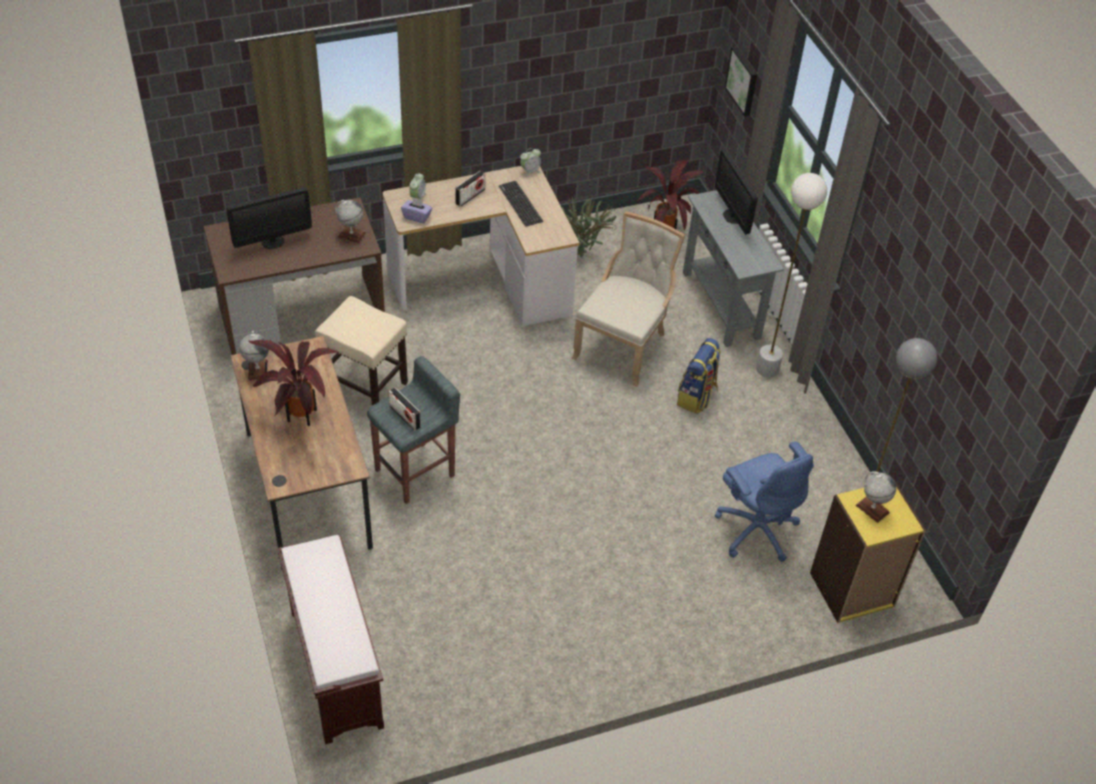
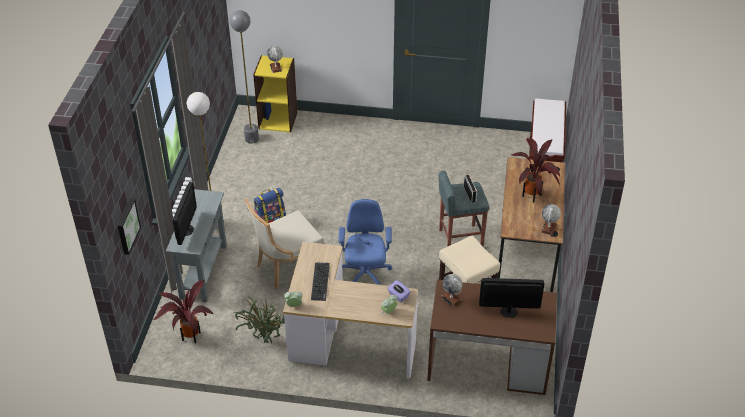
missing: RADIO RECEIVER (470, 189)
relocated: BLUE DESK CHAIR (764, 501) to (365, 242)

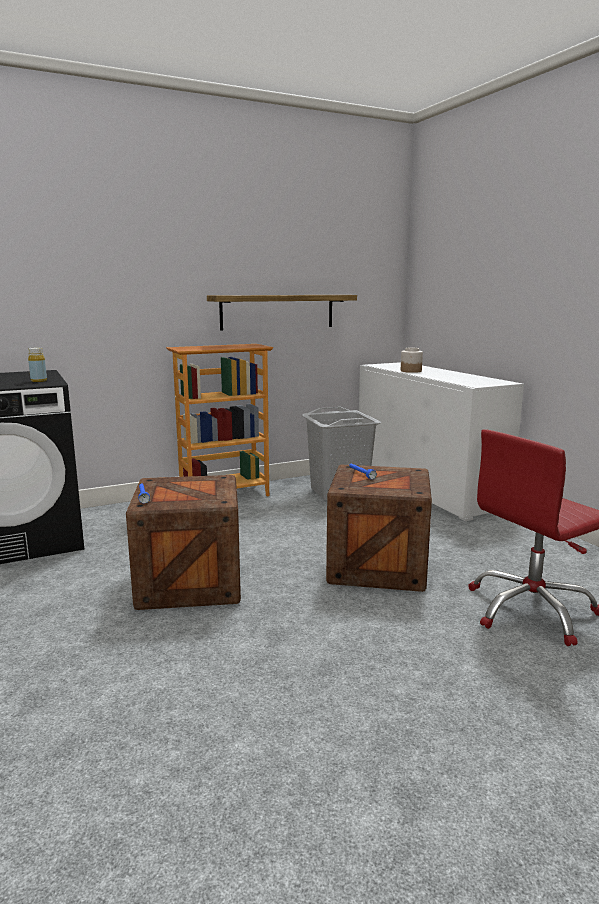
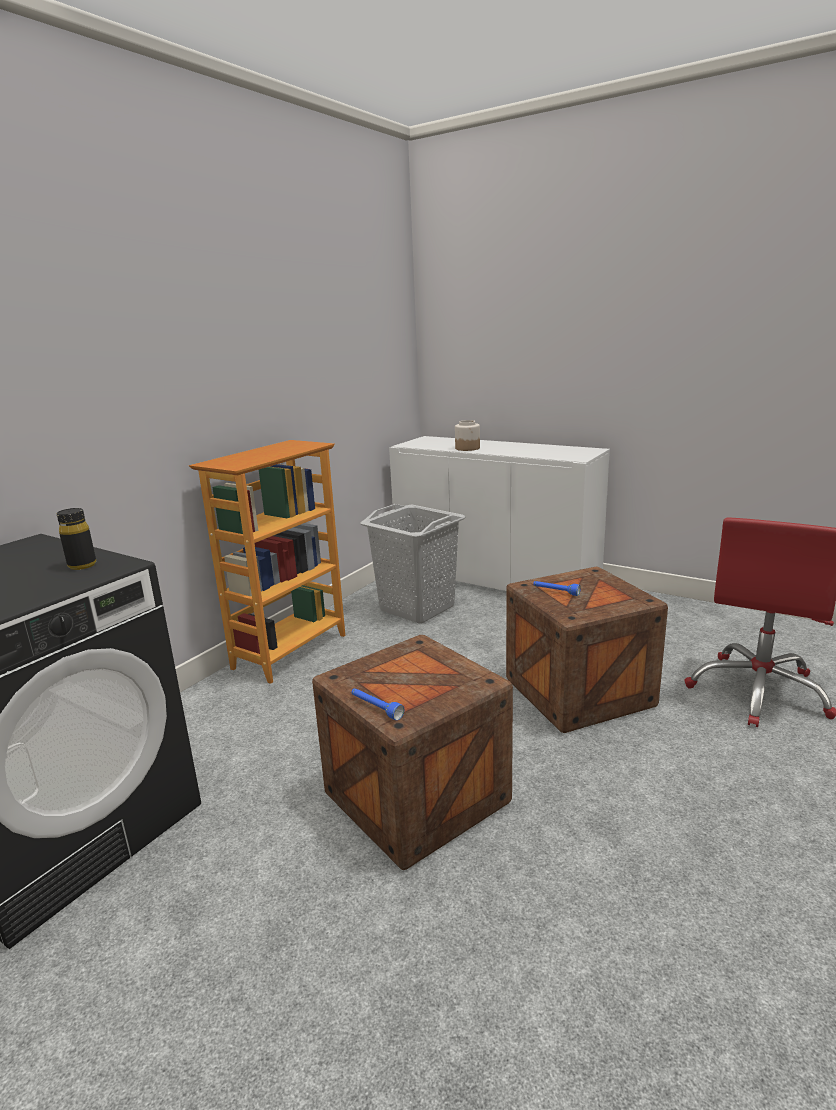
missing: SHELF (282, 312)
colour: YELLOW-COLOURED DRINK BOTTLE (37, 364) to BLACK-COLOURED DRINK BOTTLE (76, 539)

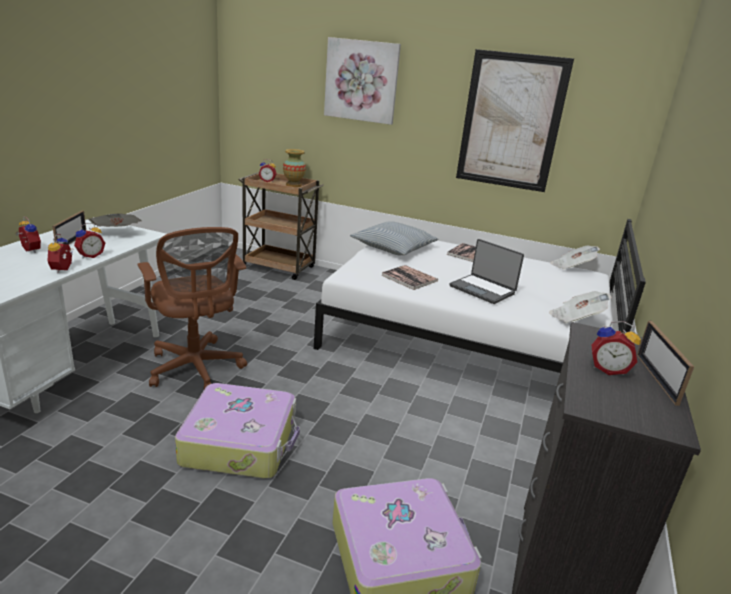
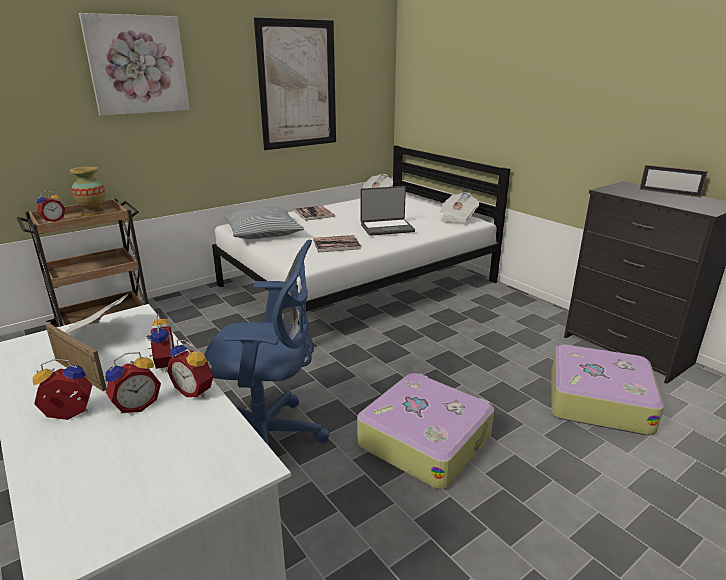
relocated: BEDSIDE CLOCK (616, 348) to (133, 383)
colour: BROWN DESK CHAIR (192, 308) to BLUE DESK CHAIR (267, 342)

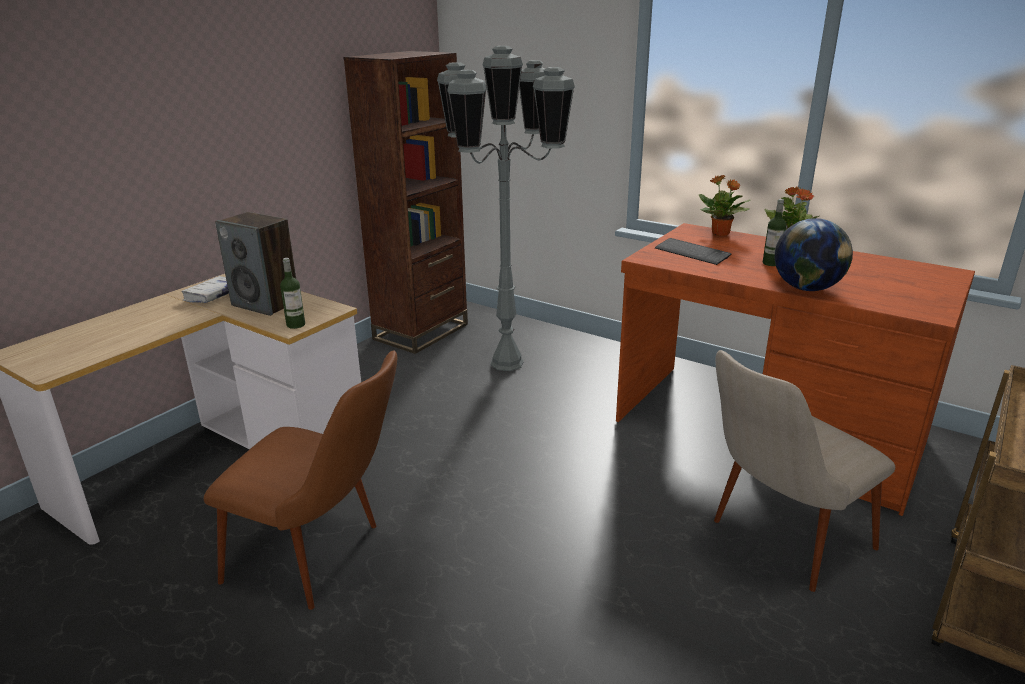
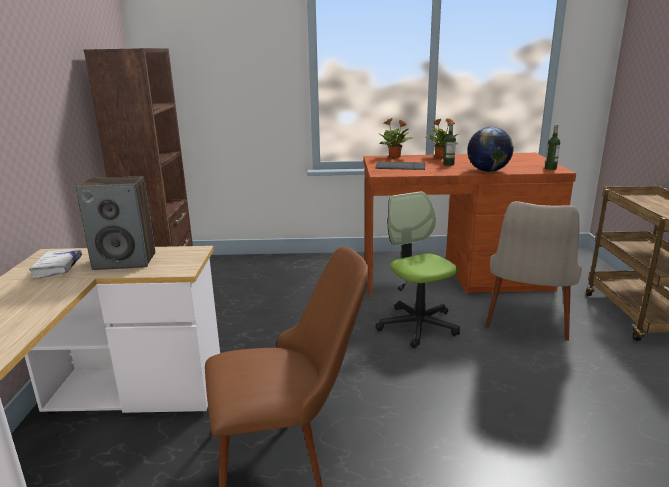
missing: GRAY STANDING LAMP (506, 208)
appeared: DESK CHAIR (417, 269)
relocated: DRINK BOTTLE (292, 293) to (552, 147)

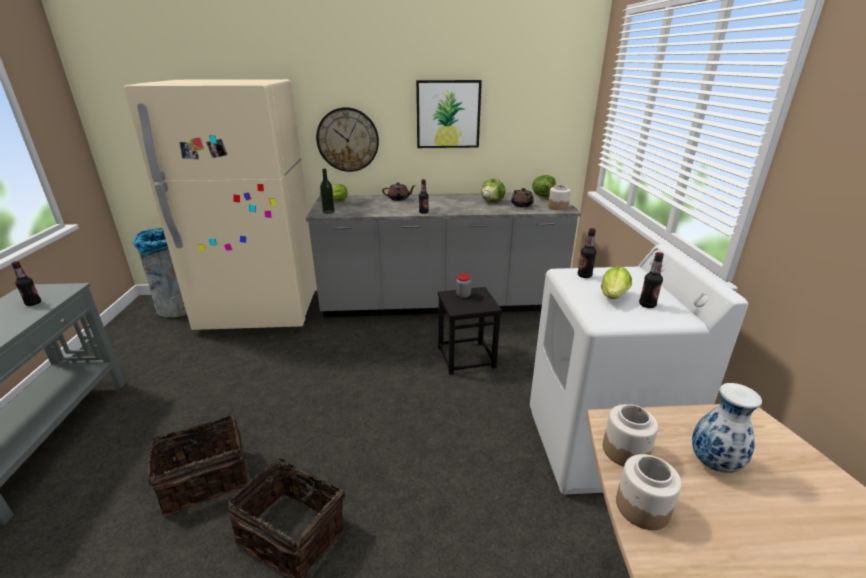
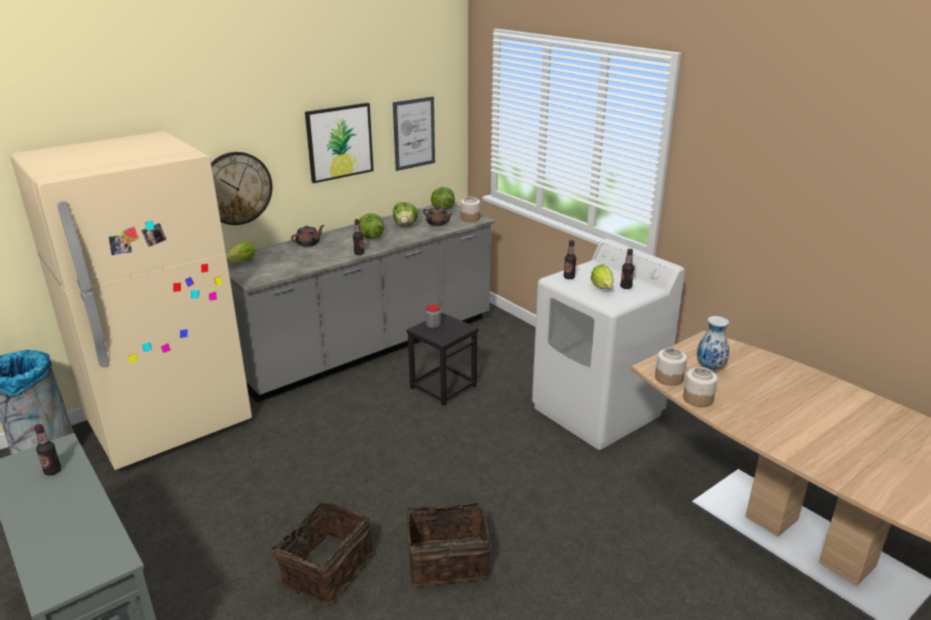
missing: DRINK BOTTLE (327, 191)
appeared: WALL PICTURE (414, 133); LETTUCE HEAD (371, 226)

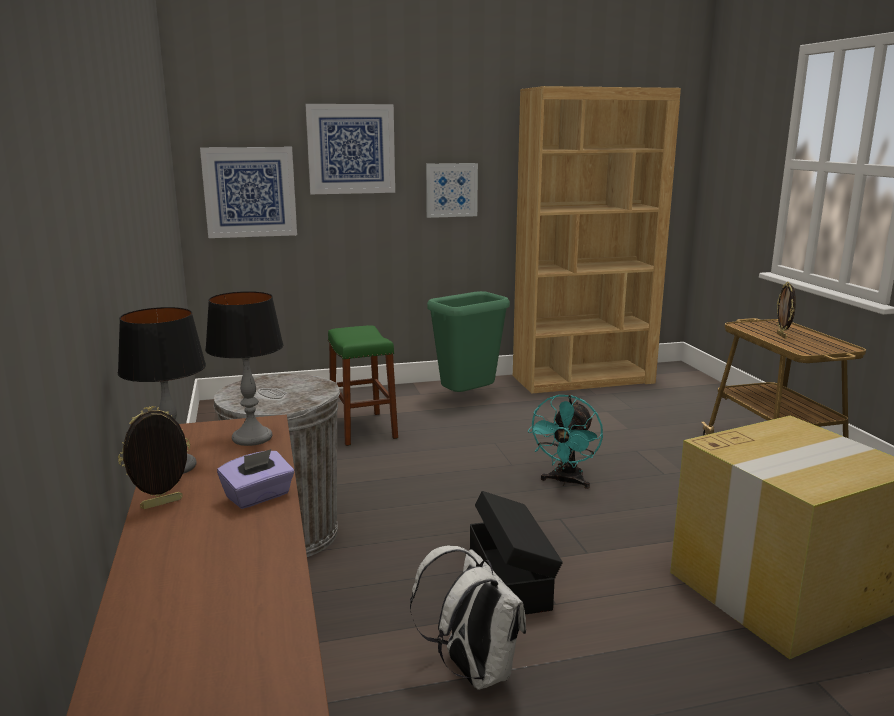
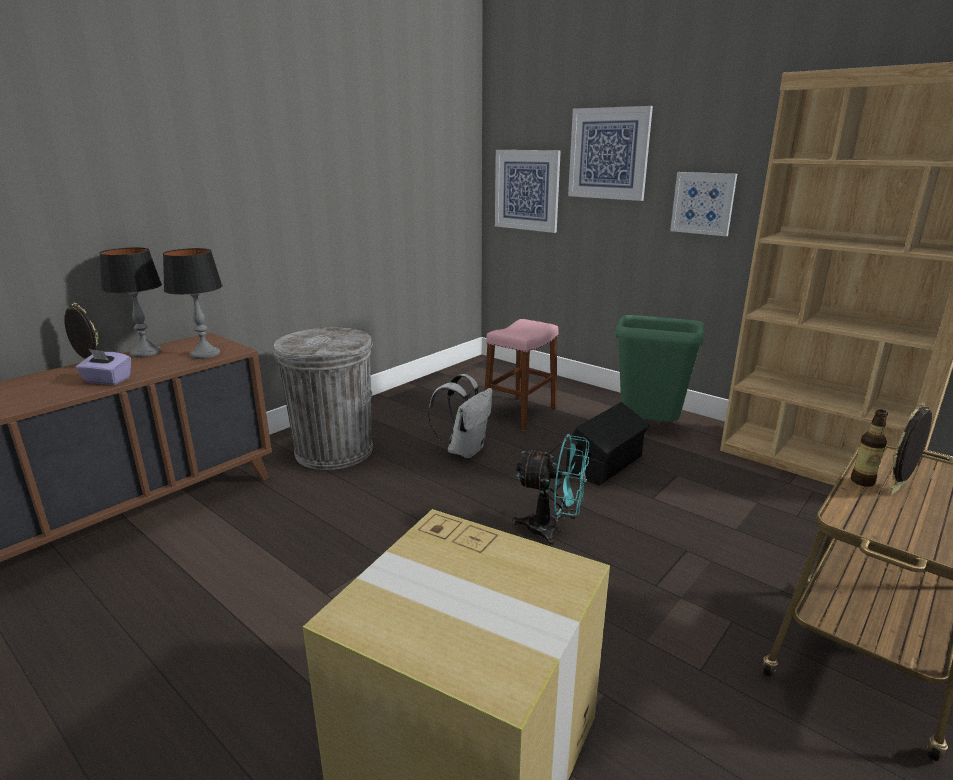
appeared: DRINK BOTTLE (869, 448)
relocated: BLACK-COLOURED STORAGE BOX (516, 552) to (608, 444); WHITE-COLOURED BACKPACK (468, 617) to (460, 416)
colour: GREEN-COLOURED SITTING STOOL (363, 385) to PINKISH SITTING STOOL (521, 375)
spun: TURQUOISE-COLOURED COOLING FAN (565, 441) = (550, 490) 150 degrees counterclockwise

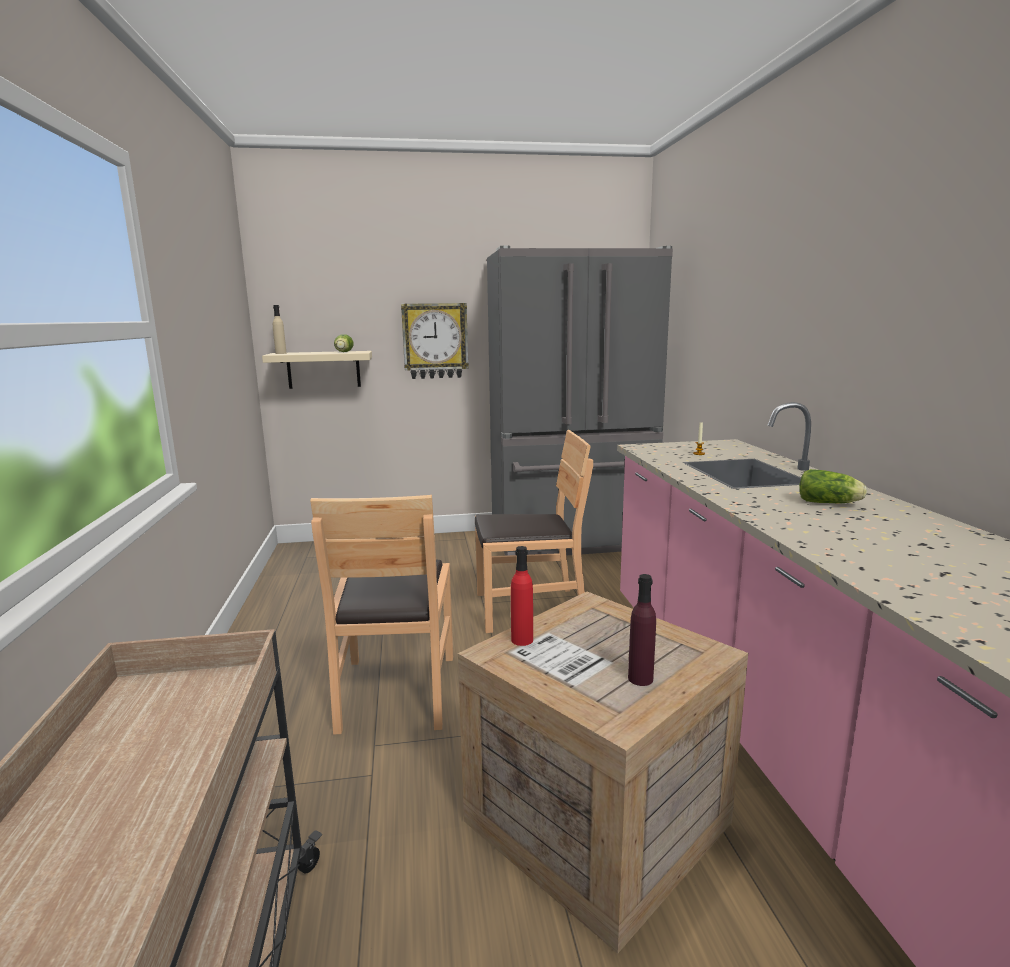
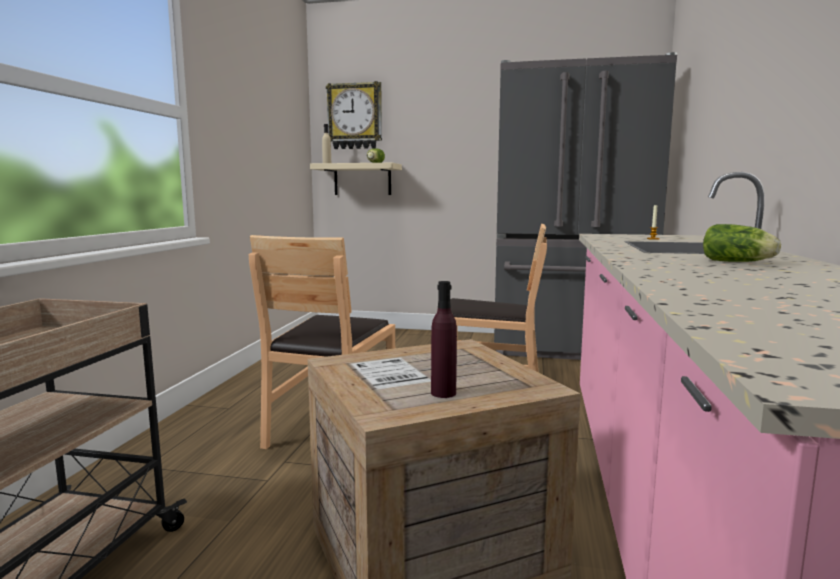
missing: REDDISH DRINK BOTTLE (522, 596)
relocated: CLOCK ON THE WALL (435, 341) to (354, 115)

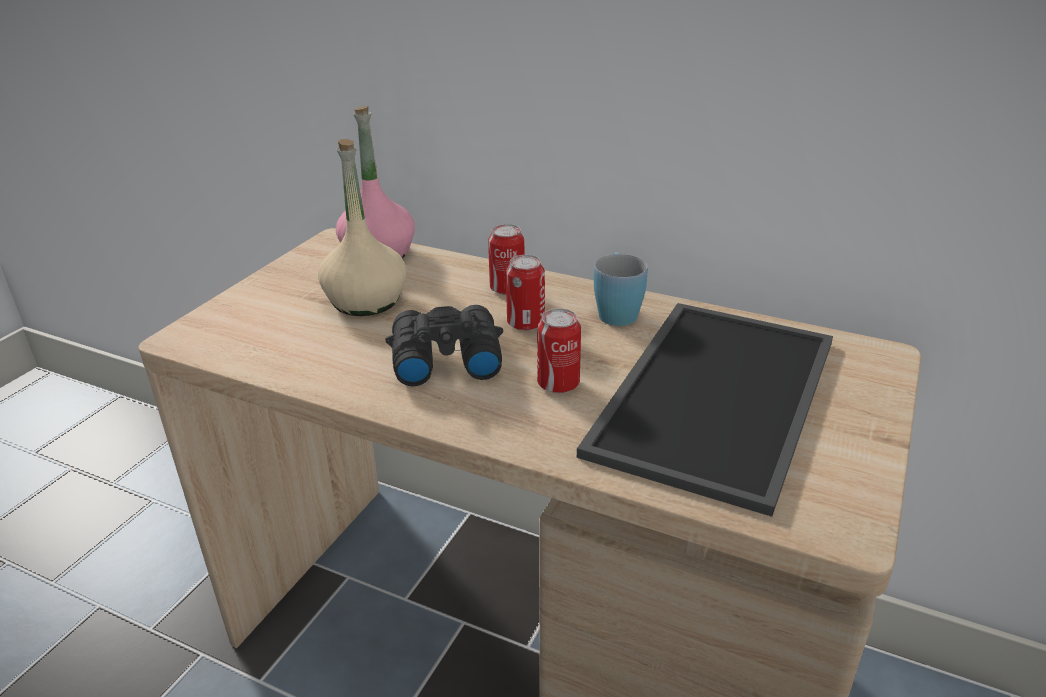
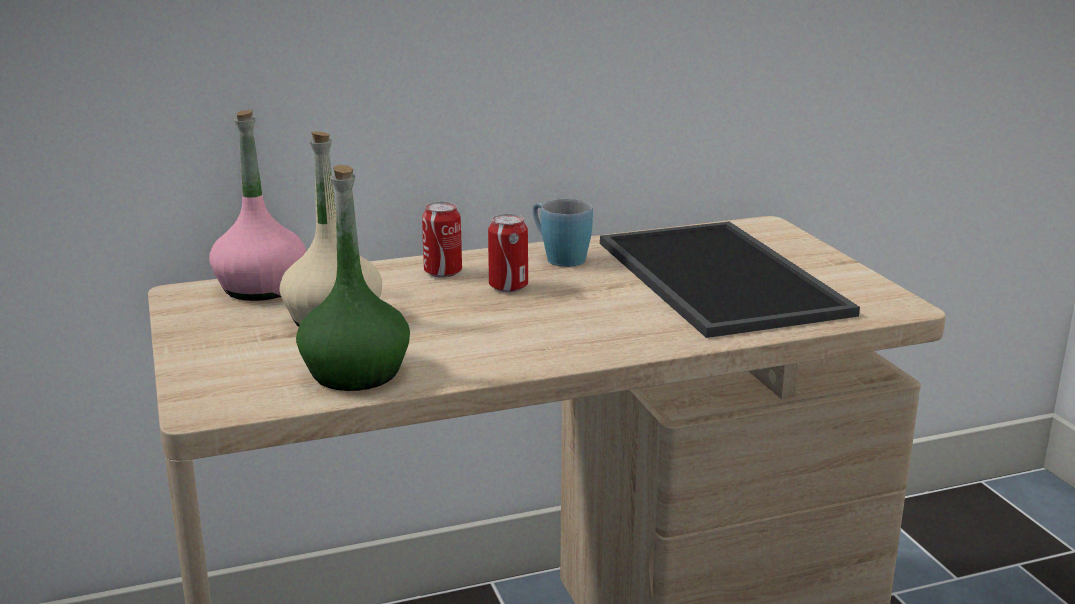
missing: BLACK-COLOURED PAIR OF BINOCULARS (444, 345); SEALED CAN (559, 350)
appeared: GREEN-COLOURED DRINK BOTTLE (353, 278)

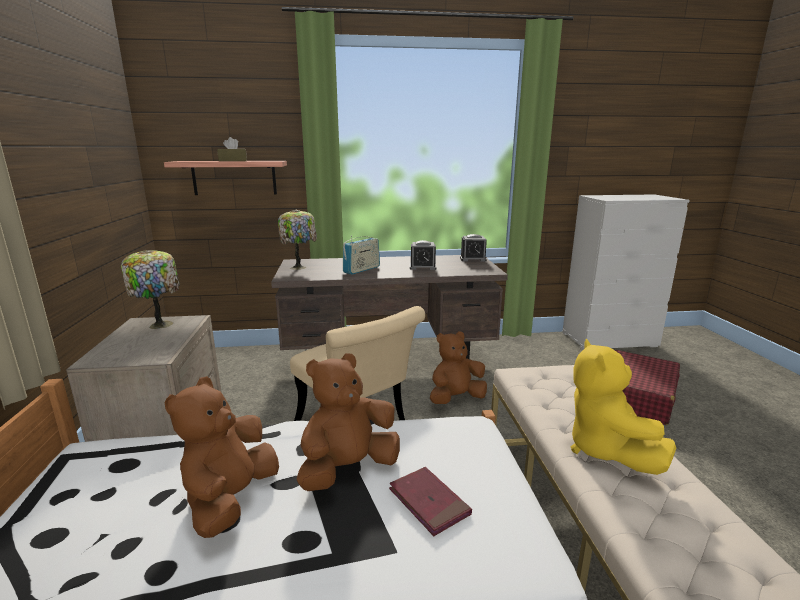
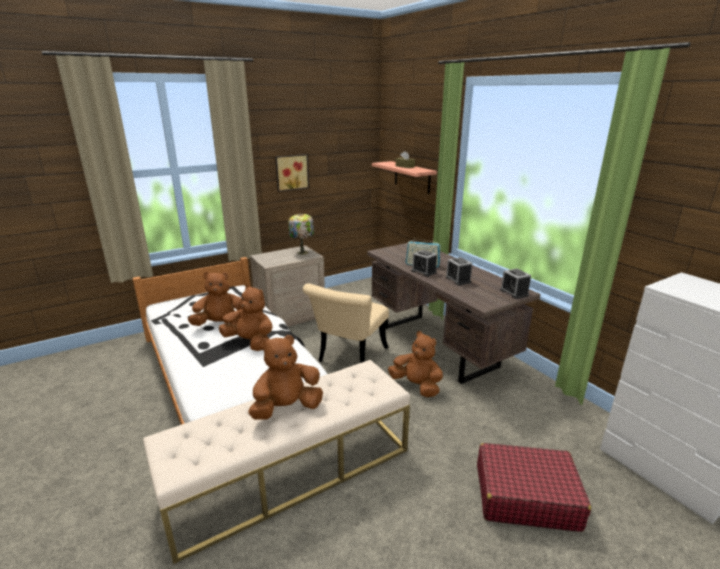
missing: TABLE LAMP (297, 239); REDDISH VOLUME (430, 501)
appeared: WALL PICTURE (292, 173); BEDSIDE CLOCK (424, 263)
colour: YELLOW-COLOURED CUDDLY TOY (623, 406) to BROWN CUDDLY TOY (285, 377)

